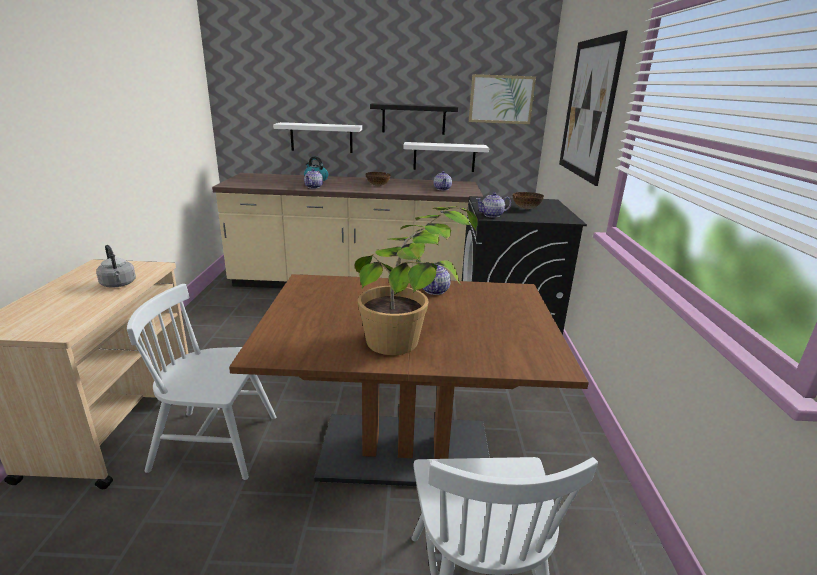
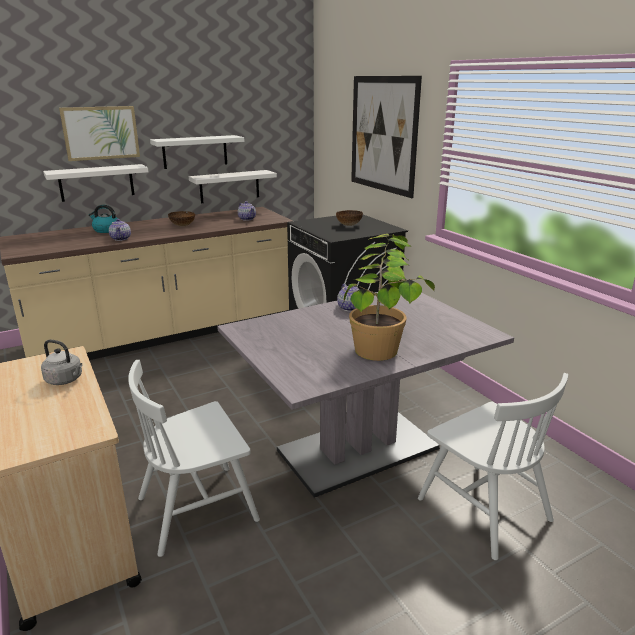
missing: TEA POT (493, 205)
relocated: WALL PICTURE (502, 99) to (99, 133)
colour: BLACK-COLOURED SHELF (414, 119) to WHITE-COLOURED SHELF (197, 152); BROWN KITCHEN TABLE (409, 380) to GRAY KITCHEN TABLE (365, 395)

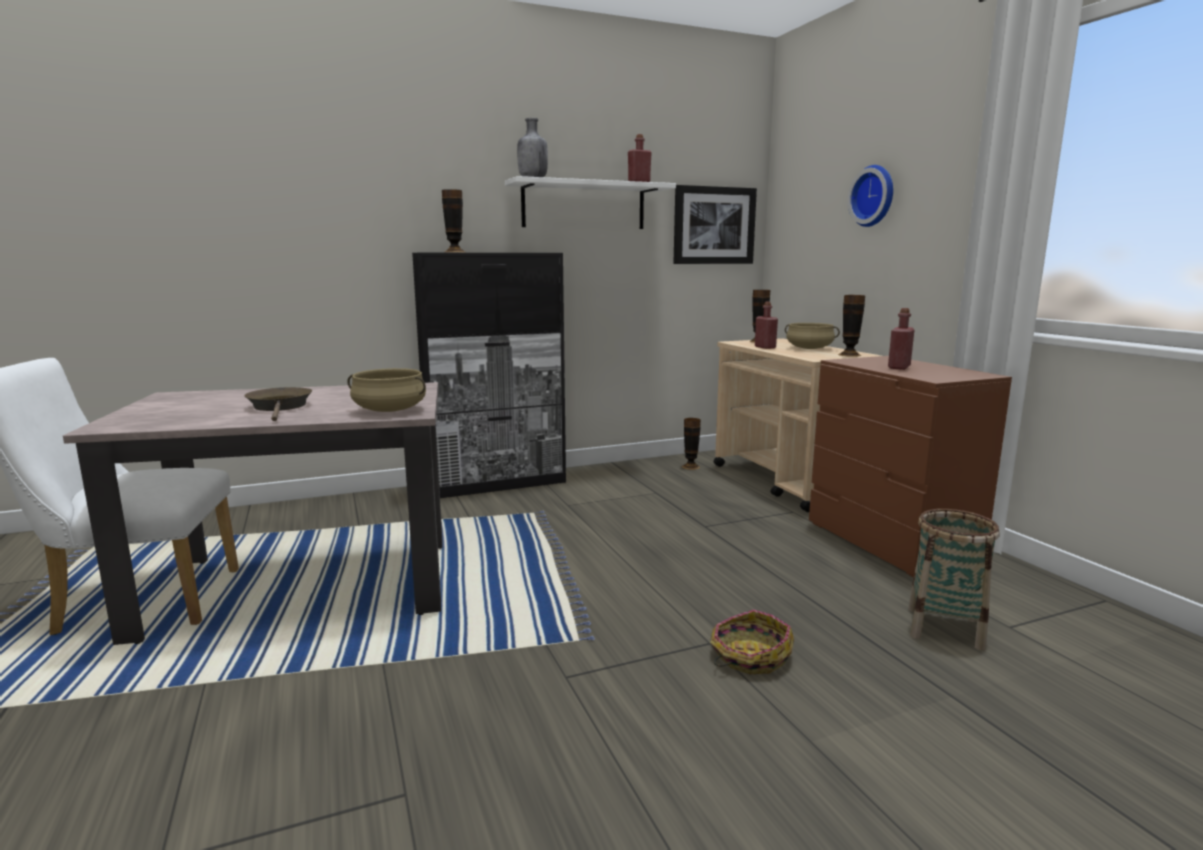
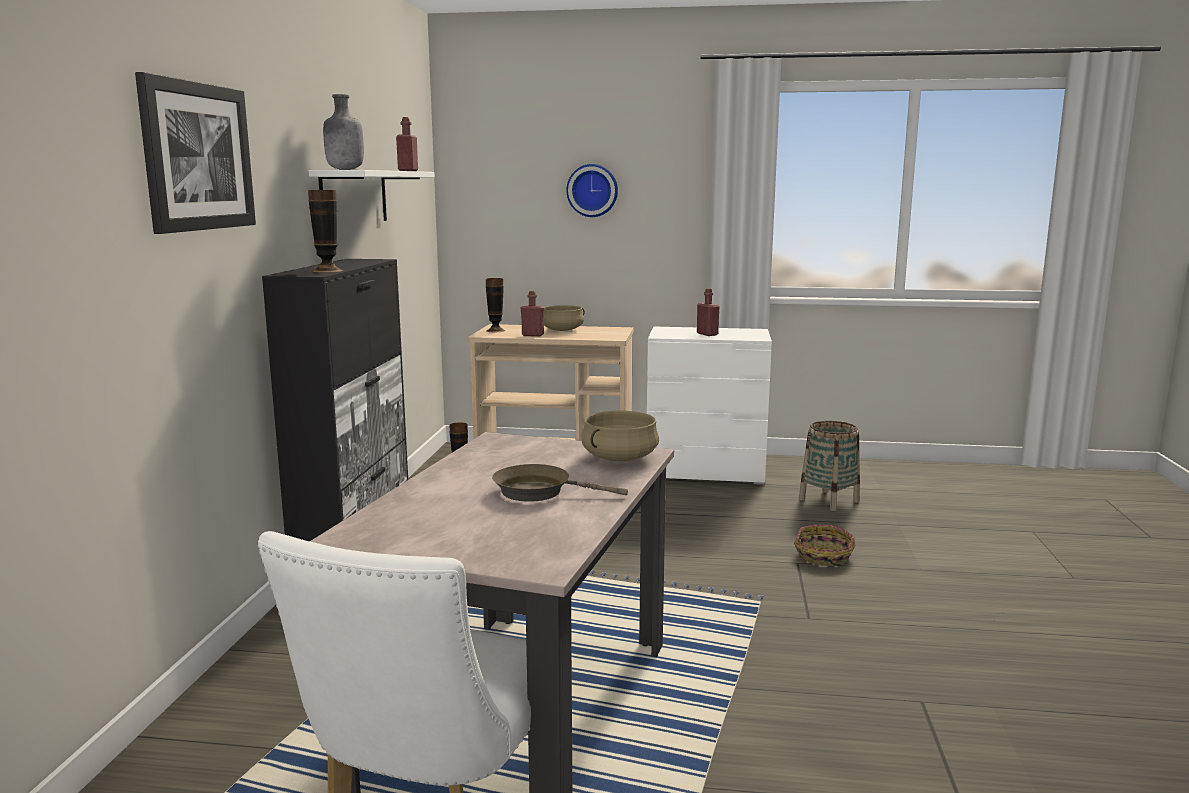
missing: FLOWER VASE (851, 326)
relocated: WALL PICTURE (715, 224) to (195, 153)
colour: BROWN DRESSER (910, 466) to WHITE-COLOURED DRESSER (709, 406)

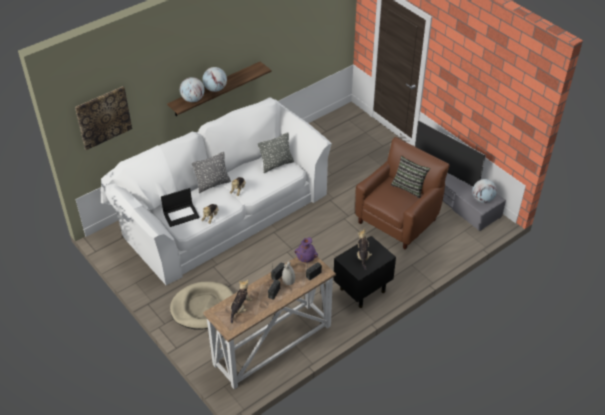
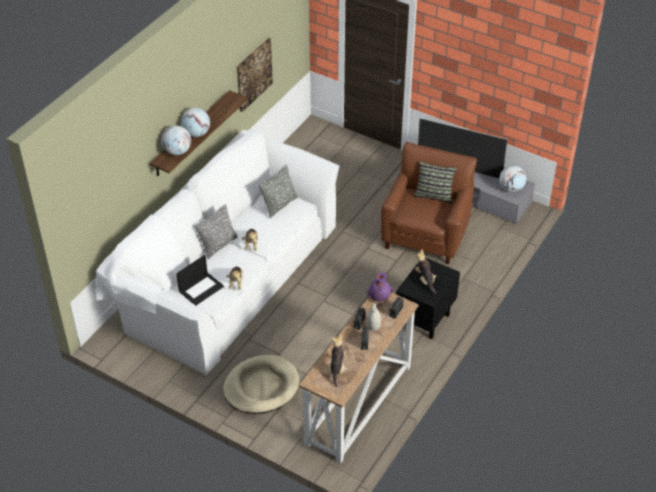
relocated: WALL PICTURE (103, 118) to (254, 75)

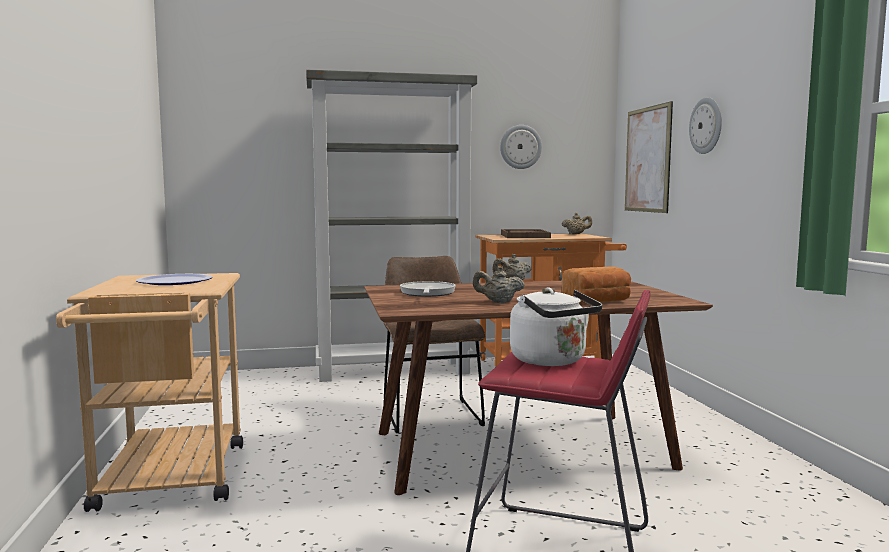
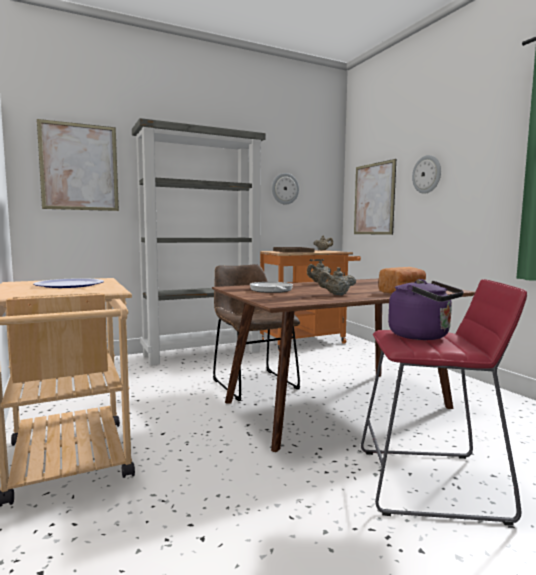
appeared: WALL PICTURE (78, 165)
colour: WHITE-COLOURED TEA KETTLE (556, 326) to PURPLISH TEA KETTLE (426, 309)

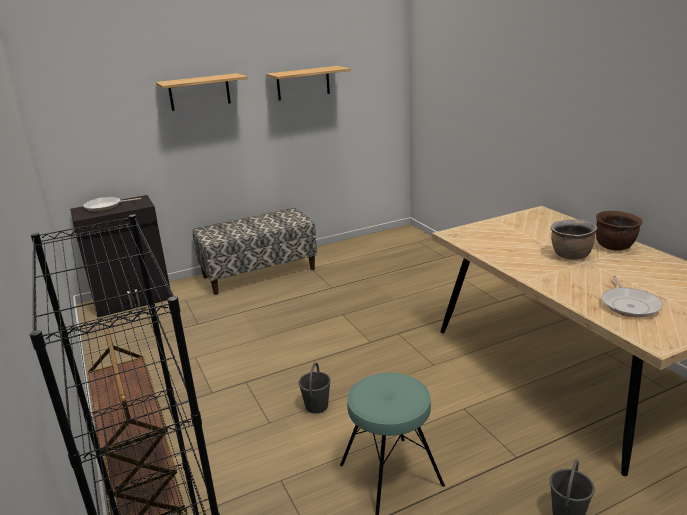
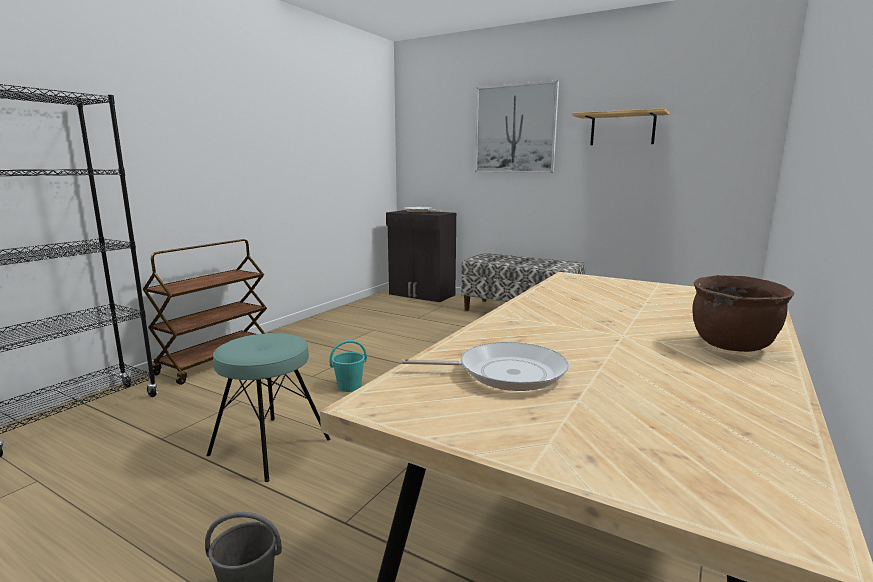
missing: BROWN COOKING POT (573, 240)
exchanged: SHELF (202, 92) to WALL PICTURE (517, 126)
colour: GRAY WATER BUCKET (314, 388) to TURQUOISE-COLOURED WATER BUCKET (348, 366)
spun: FRYING PAN (632, 296) = (485, 366) 150 degrees counterclockwise

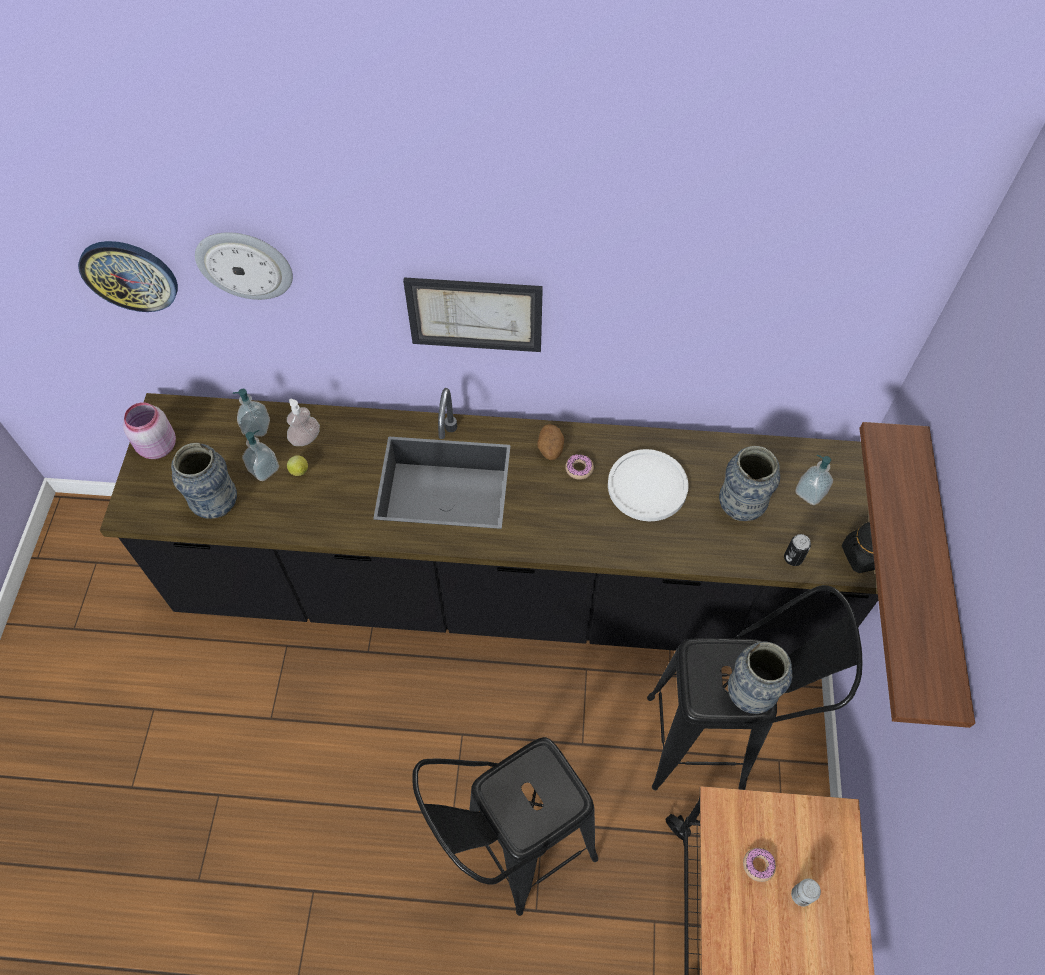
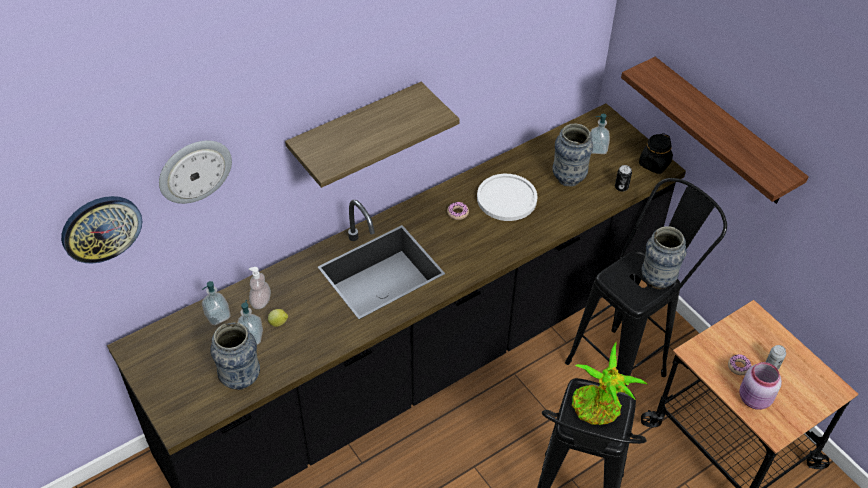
missing: SPUD (550, 442)
appeared: PLANT IN A POT (609, 383)
relocated: PINKISH STORAGE JAR (149, 430) to (760, 386)
exchanged: WALL PICTURE (473, 314) to SHELF (372, 135)

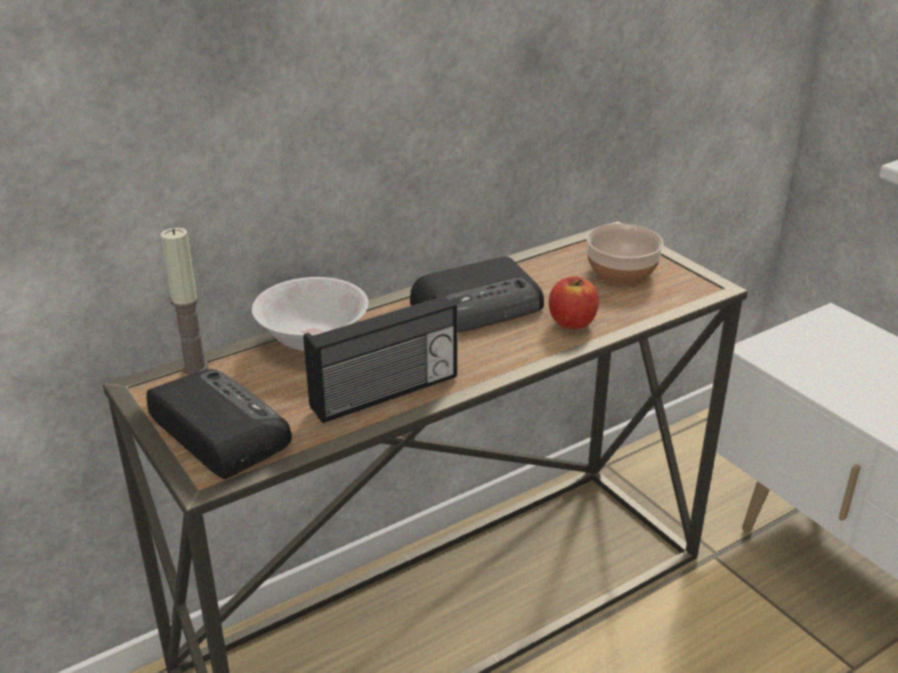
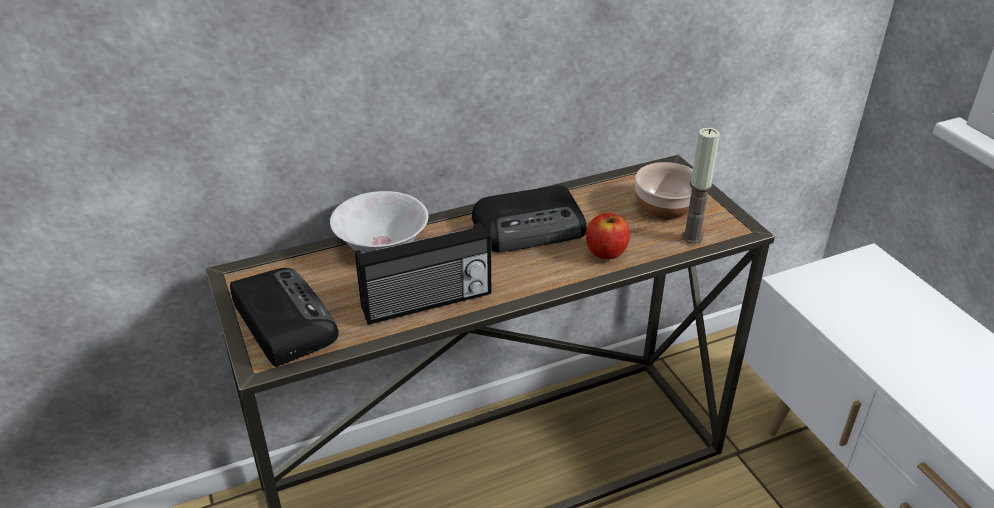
relocated: CANDLE (184, 301) to (701, 186)

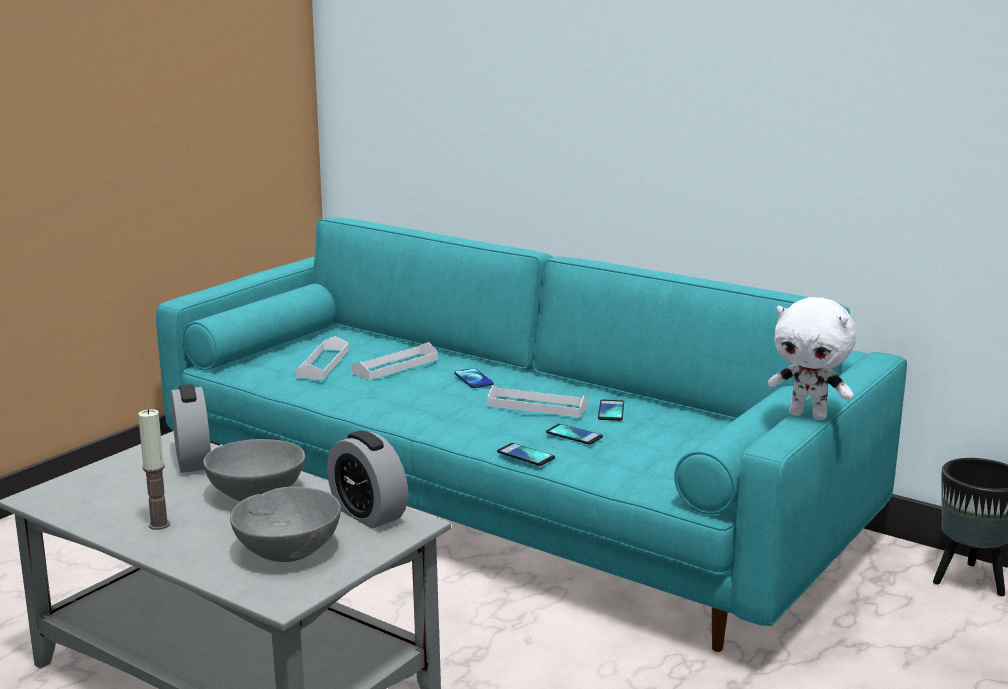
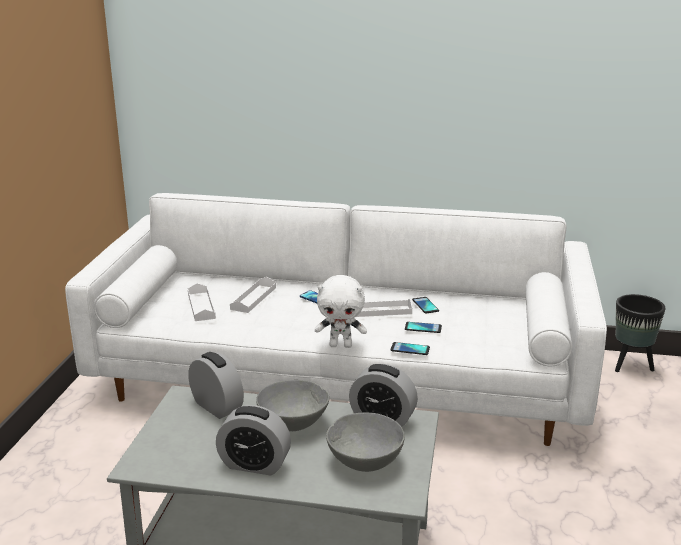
relocated: WHITE-COLOURED CUDDLY TOY (812, 358) to (341, 311)
exchanged: CANDLE (154, 469) to BEDSIDE CLOCK (253, 440)
colour: TURQUOISE-COLOURED SOFA (531, 434) to WHITE-COLOURED SOFA (336, 319)

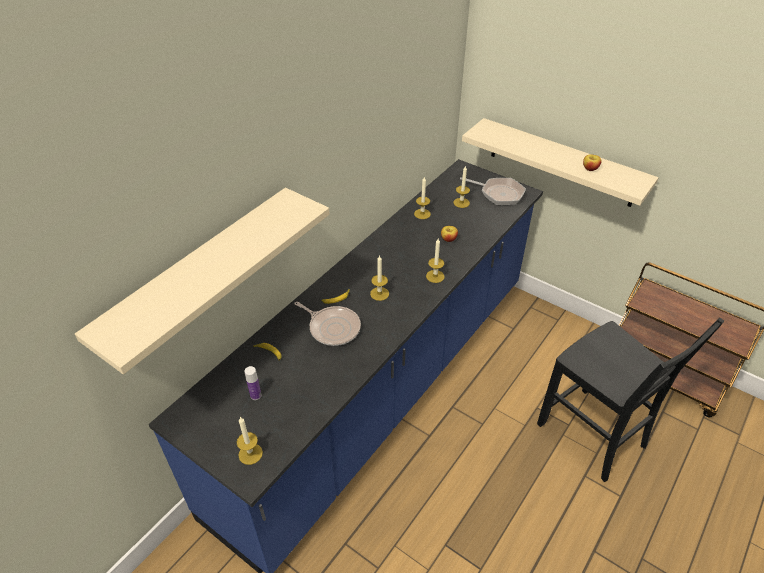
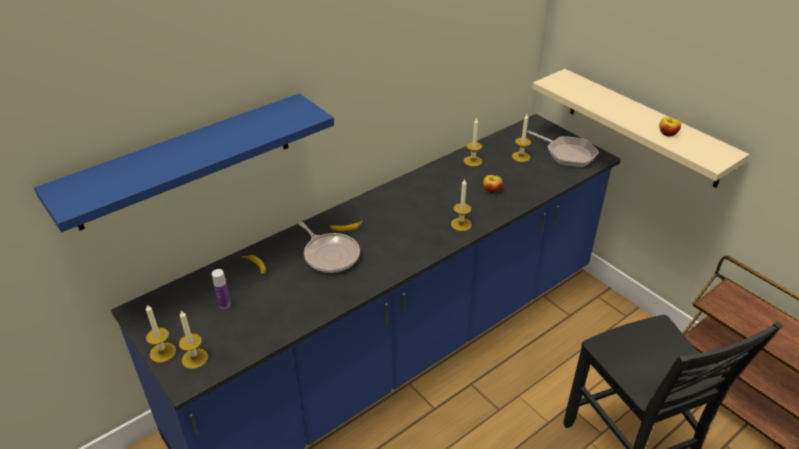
relocated: CANDLE (379, 278) to (161, 334)
colour: SAND-COLOURED SHELF (202, 281) to BLUE SHELF (184, 162)

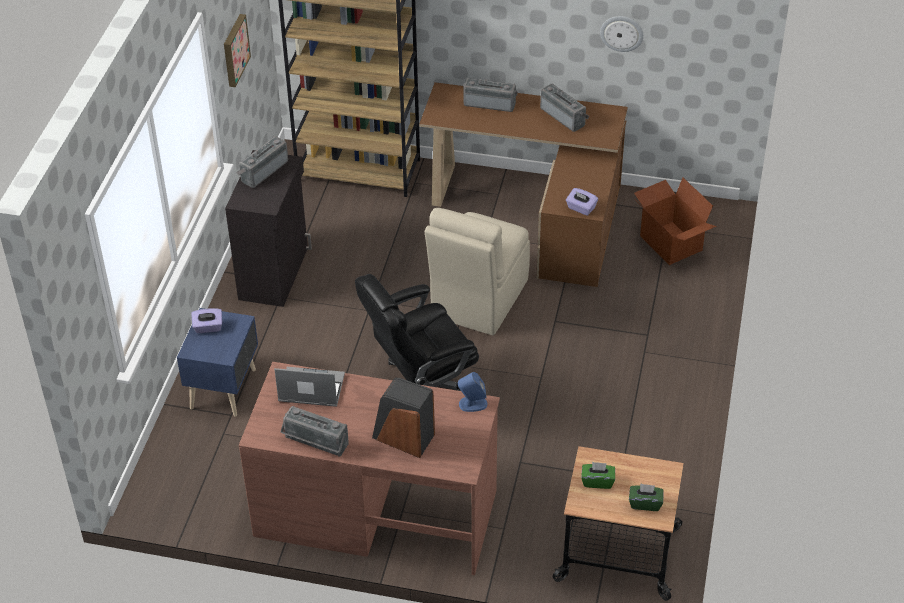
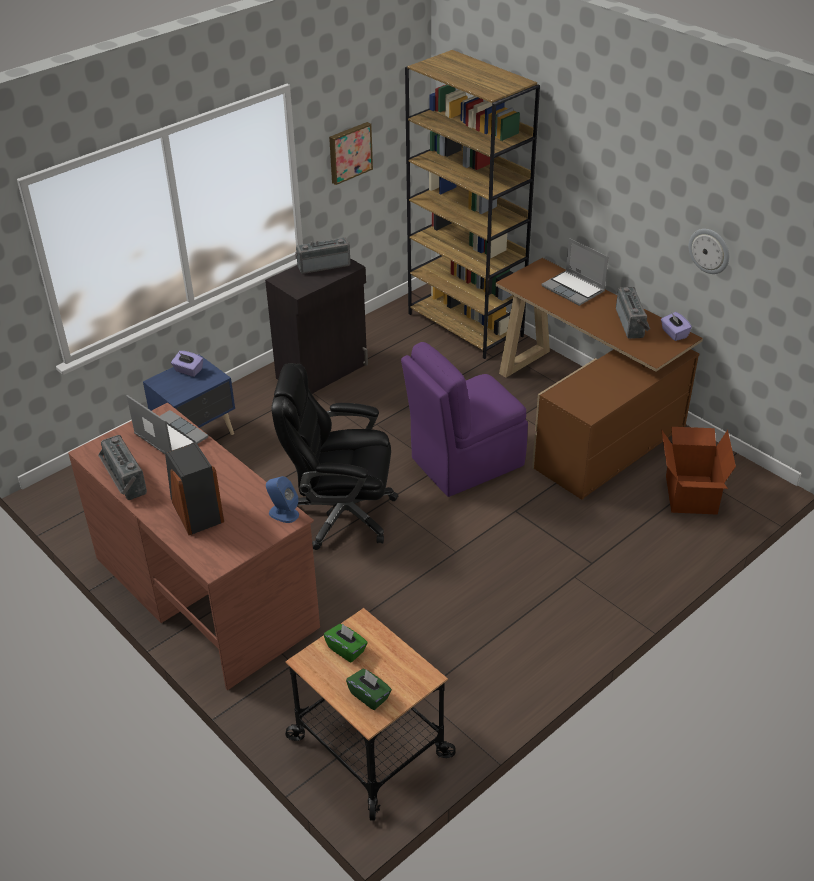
relocated: PURPLISH TISSUE BOX (582, 202) to (676, 326)
exchanged: RADIO RECEIVER (490, 95) to PORTABLE COMPUTER (575, 272)
colour: SAND-COLOURED CHAIR (477, 271) to PURPLISH CHAIR (464, 419)

